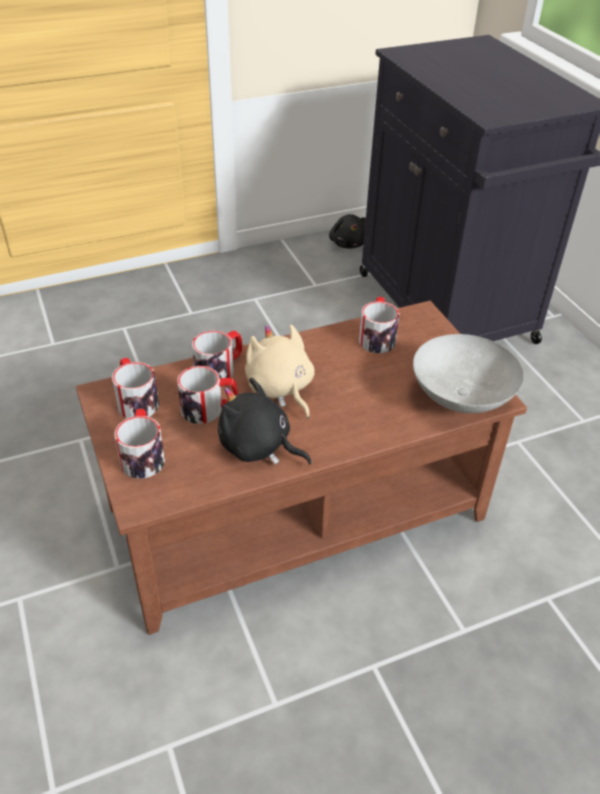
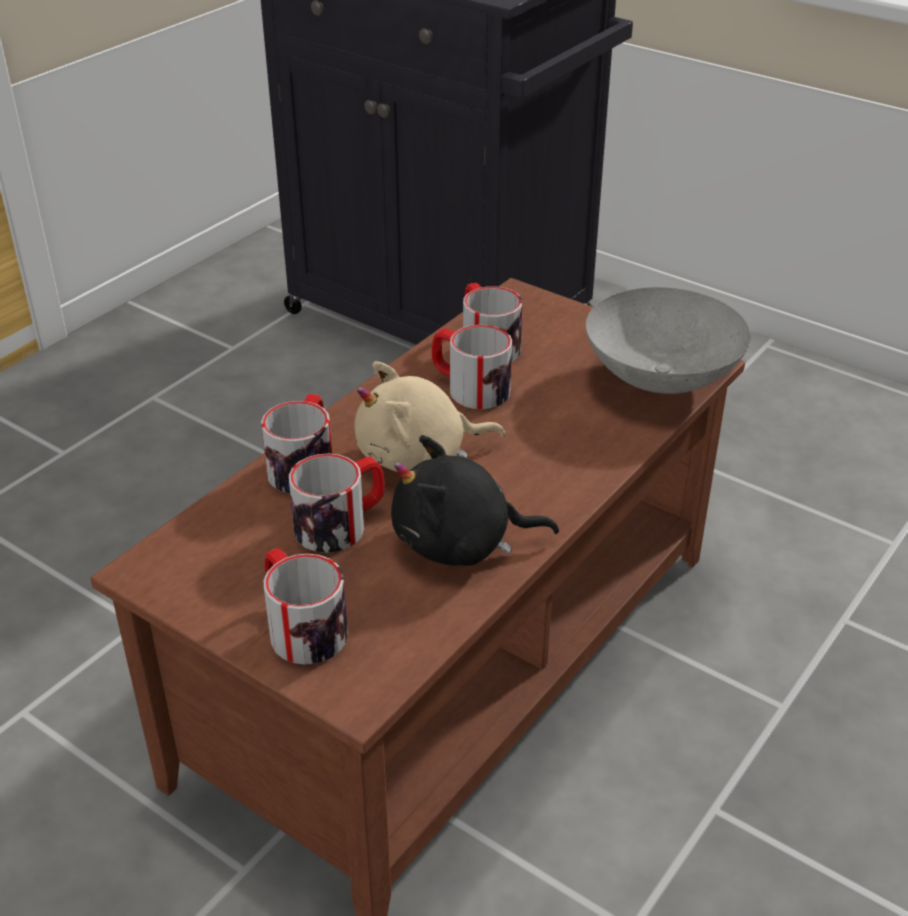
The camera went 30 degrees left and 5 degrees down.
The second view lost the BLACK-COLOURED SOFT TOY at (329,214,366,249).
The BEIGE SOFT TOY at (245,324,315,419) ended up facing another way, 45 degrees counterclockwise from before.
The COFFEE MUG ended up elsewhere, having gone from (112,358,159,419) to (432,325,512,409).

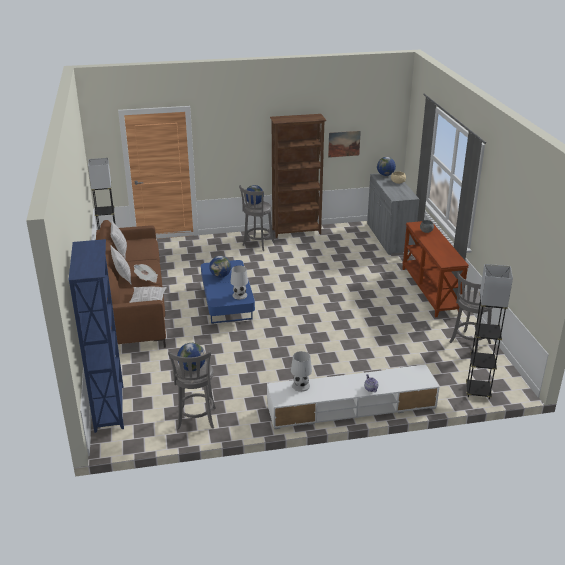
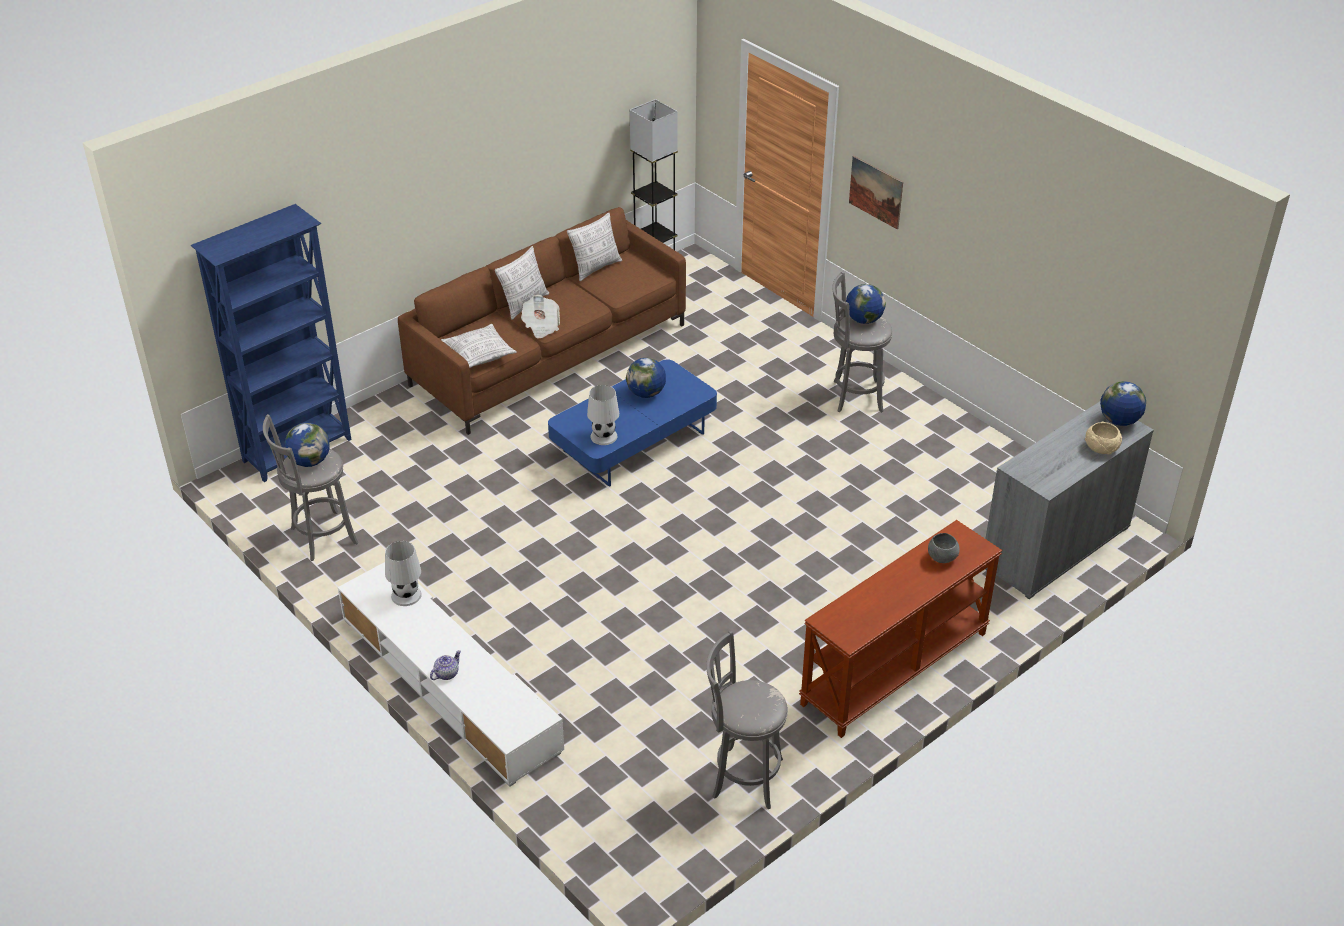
The camera went 60 degrees right and 10 degrees up.
The second view lost the BROWN SHELVING UNIT at (270,114,327,238).
The PICTURE ended up elsewhere, having gone from (328,131,361,158) to (849,156,903,229).
The second view lost the GREY STANDARD LAMP at (466,264,513,400).

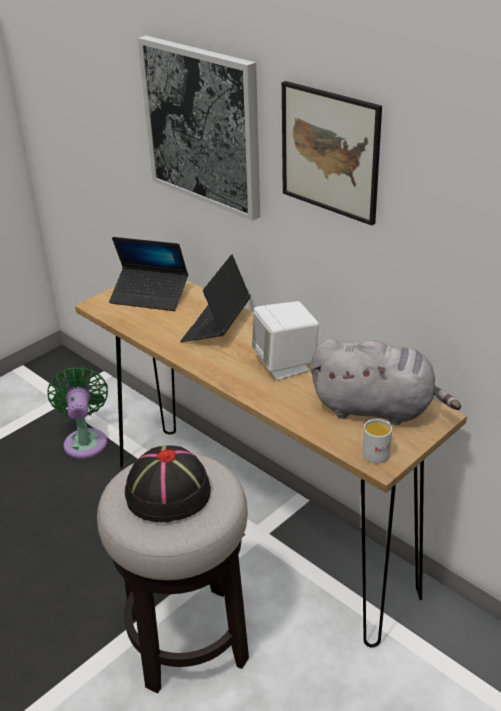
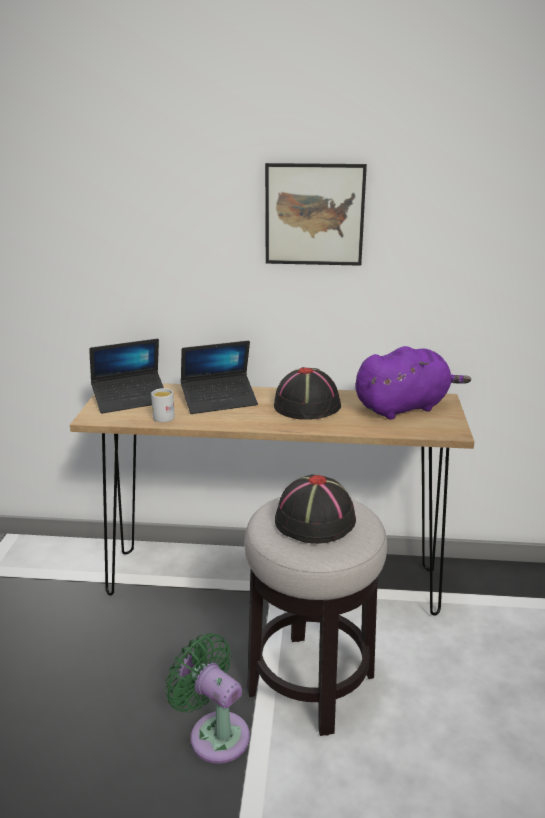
The camera went 40 degrees left and 10 degrees down.
The second view lost the PICTURE at (138,36,260,221).
The PORTABLE COMPUTER at (181,255,251,342) ended up facing another way, 90 degrees counterclockwise from before.
Where the WHITISH SPEAKER stood at (252,301,319,381), the BLACK-COLOURED HAT came to stand at (274,367,341,420).
What was the GREY SOFT TOY at (311,339,461,425) turned into the PURPLE-COLOURED SOFT TOY at (355,346,471,420).
The GREENISH FAN ended up elsewhere, having gone from (47,367,108,459) to (165,633,250,764).
The WHITISH COFFEE MUG ended up elsewhere, having gone from (362,419,392,464) to (151,388,175,422).

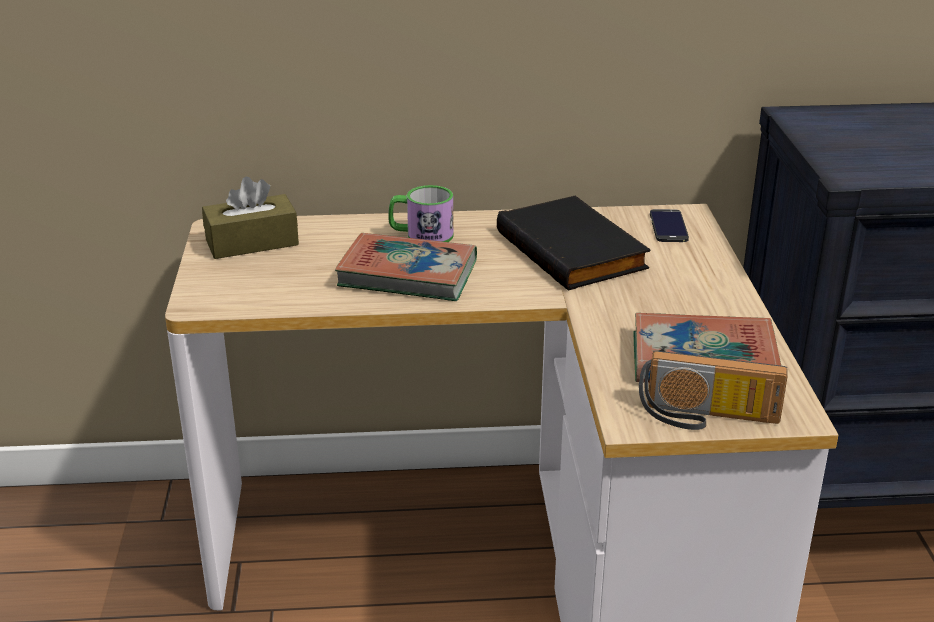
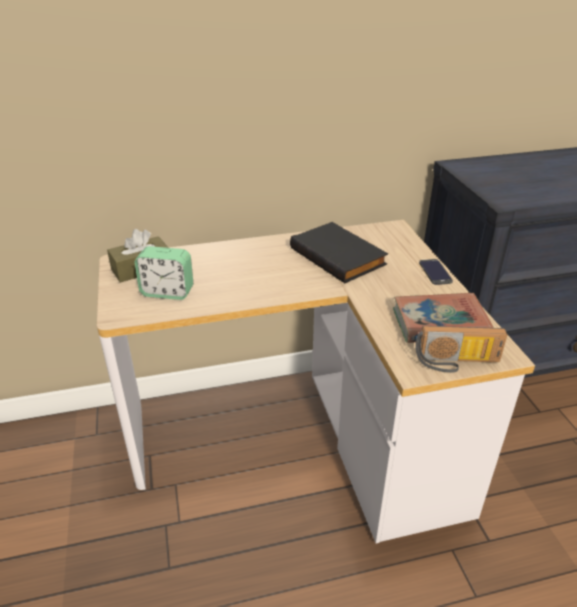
The camera went 10 degrees left and 5 degrees up.
The second view lost the COFFEE MUG at (388,185,454,242).
The PHONE ended up elsewhere, having gone from (650,209,689,242) to (419,259,453,285).
The second view lost the VOLUME at (335,233,477,301).
The second view gained the ALARM CLOCK at (134,246,193,300).

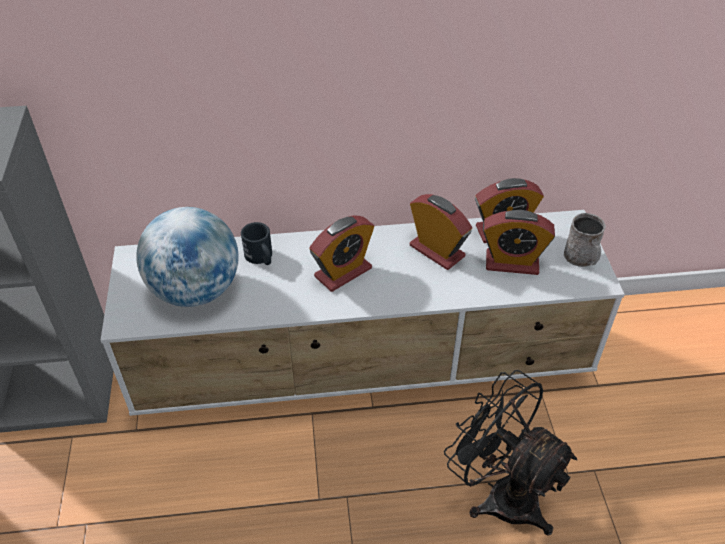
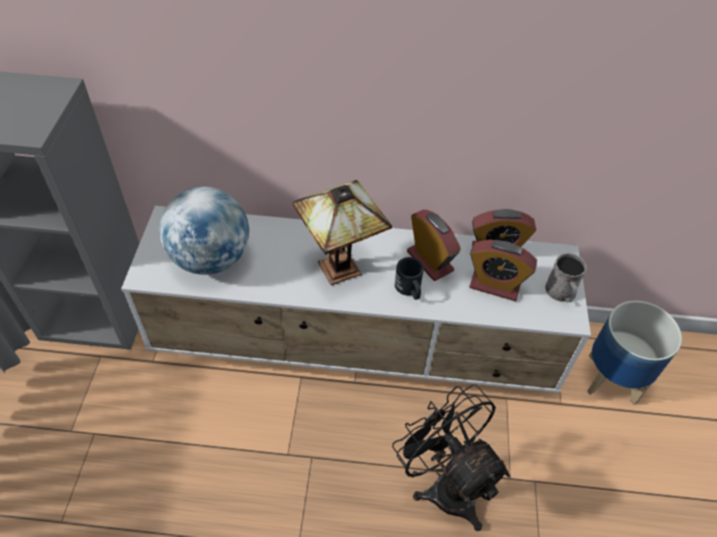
The camera went 10 degrees right and 5 degrees up.
Where the ALARM CLOCK stood at (309,216,374,292), the TABLETOP LAMP came to stand at (293,180,392,285).
The BLACK-COLOURED COFFEE MUG ended up elsewhere, having gone from (241,222,272,265) to (395,257,424,300).
The second view gained the PLANT POT at (587,301,682,405).

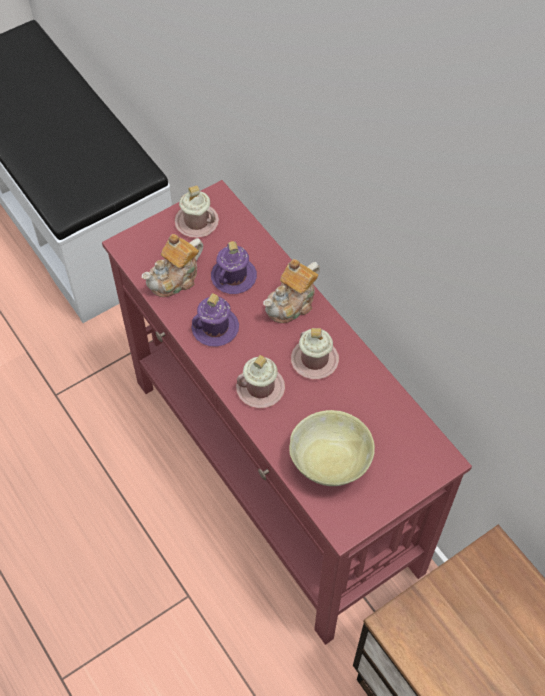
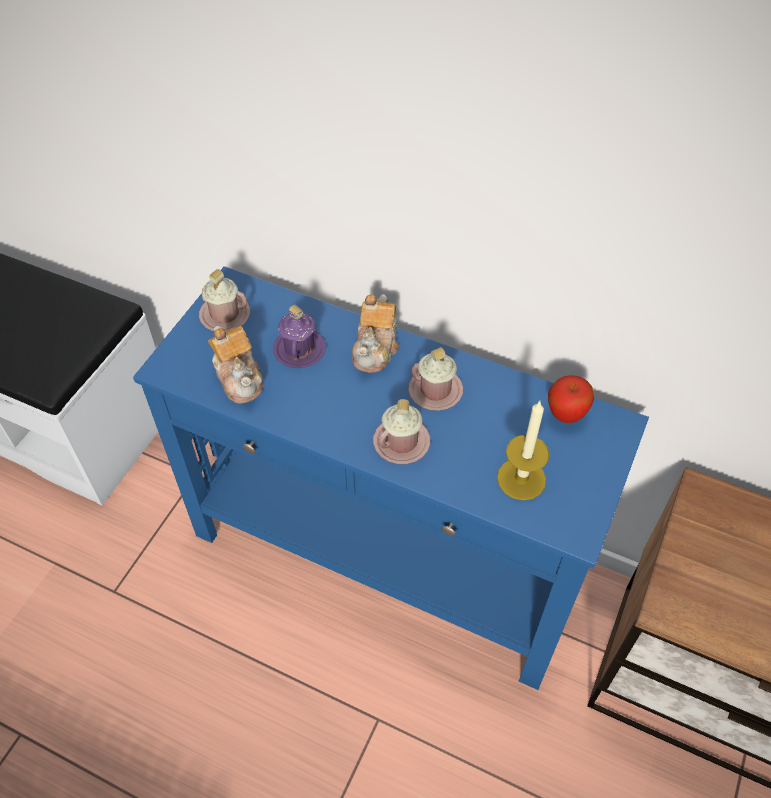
The camera went 30 degrees left and 5 degrees down.
What was the REDDISH HALL TABLE at (102,180,472,645) turned into the BLUE HALL TABLE at (133,266,649,690).
The TEAPOT at (142,234,203,297) ended up facing another way, 45 degrees counterclockwise from before.
The second view lost the PURPLE-COLOURED COFFEE MUG at (191,294,239,347).
Where the BEIGE DEEP DISH stood at (289,410,375,486), the CANDLE came to stand at (497,401,549,500).
The second view gained the APPLE at (548,375,594,423).

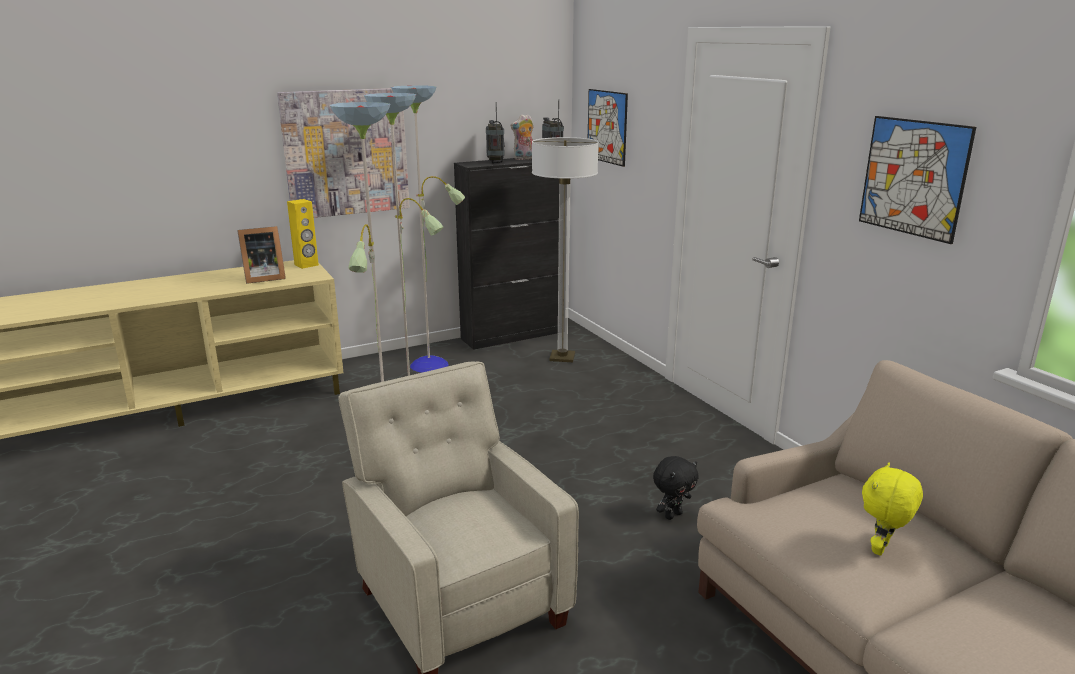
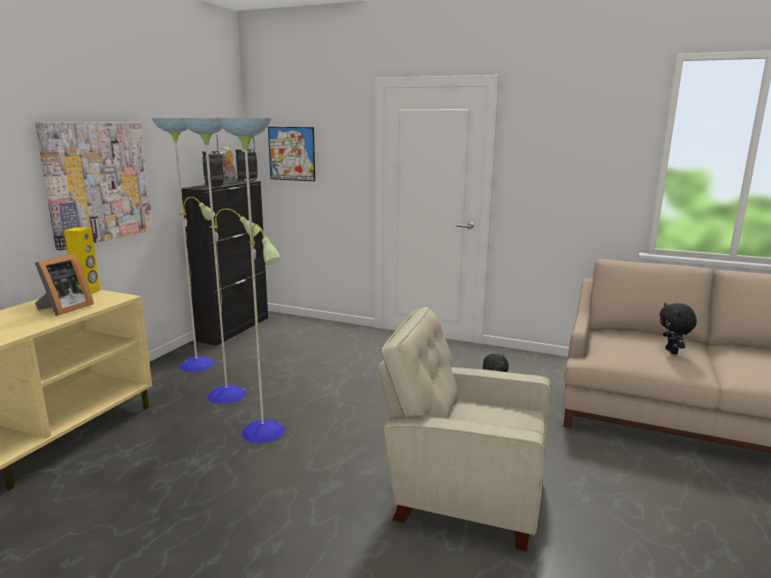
The camera went 40 degrees left and 5 degrees down.
The second view lost the PICTURE at (859,116,976,244).
The second view lost the STANDARD LAMP at (532,137,599,362).
What was the YELLOW-COLOURED SOFT TOY at (862,462,923,556) turned into the BLACK-COLOURED SOFT TOY at (659,303,697,354).

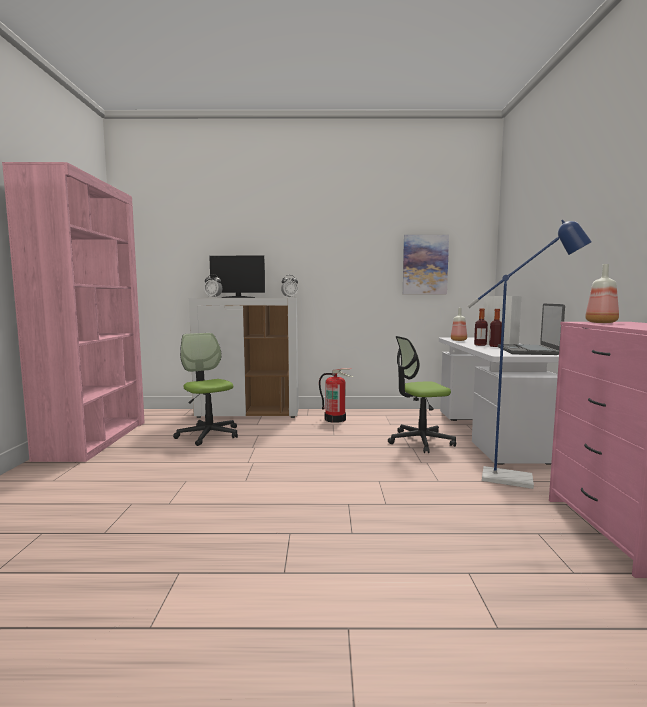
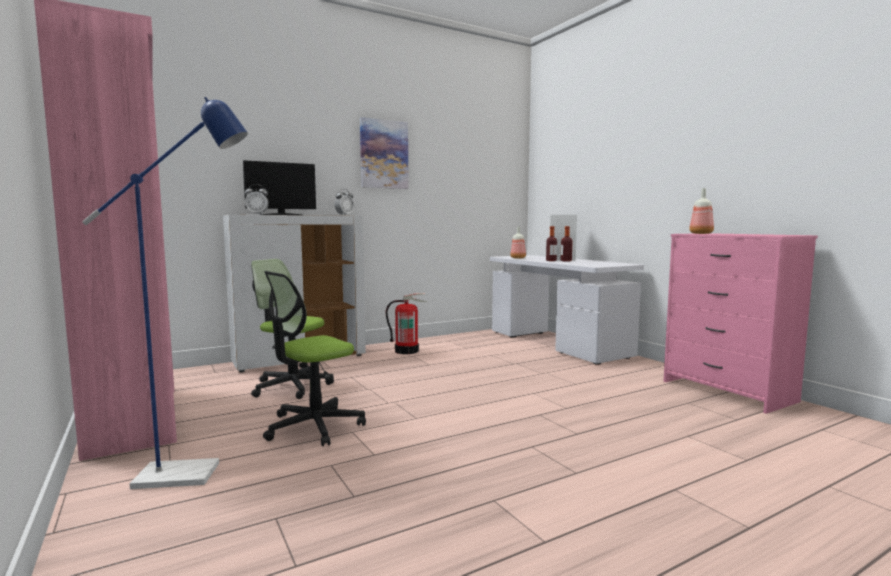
The camera went 30 degrees left and 0 degrees up.
The BLUE STANDARD LAMP ended up elsewhere, having gone from (468,220,592,489) to (82,97,248,489).
The PICTURE ended up elsewhere, having gone from (403,235,449,294) to (360,117,409,189).
The second view lost the PORTABLE COMPUTER at (498,304,565,355).
The OFFICE CHAIR ended up elsewhere, having gone from (388,336,456,453) to (263,271,366,446).

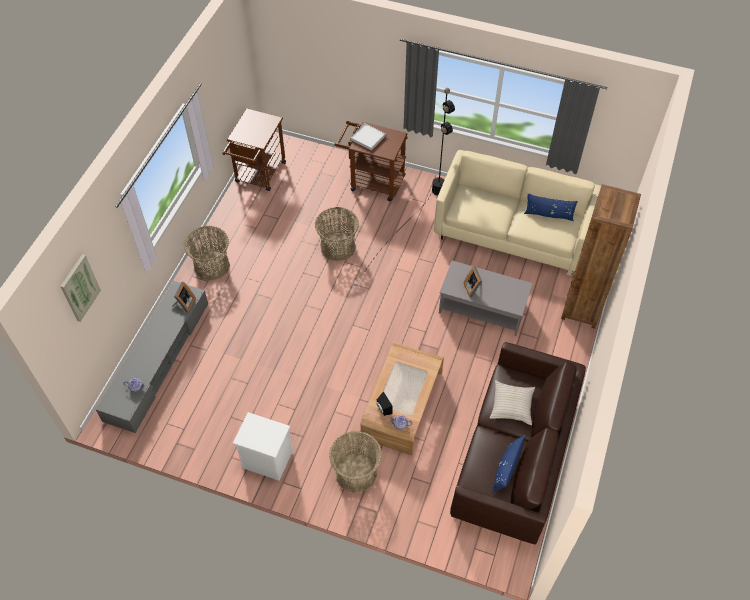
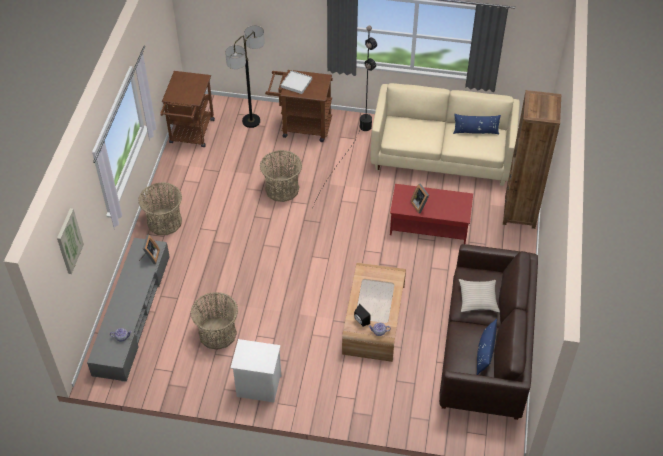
The camera went 10 degrees left and 5 degrees down.
What was the GREY LOW TABLE at (439,261,533,336) turned into the REDDISH LOW TABLE at (390,184,473,244).
The BASKET ended up elsewhere, having gone from (329,431,382,493) to (191,292,238,350).
The second view gained the STANDARD LAMP at (225,25,265,128).

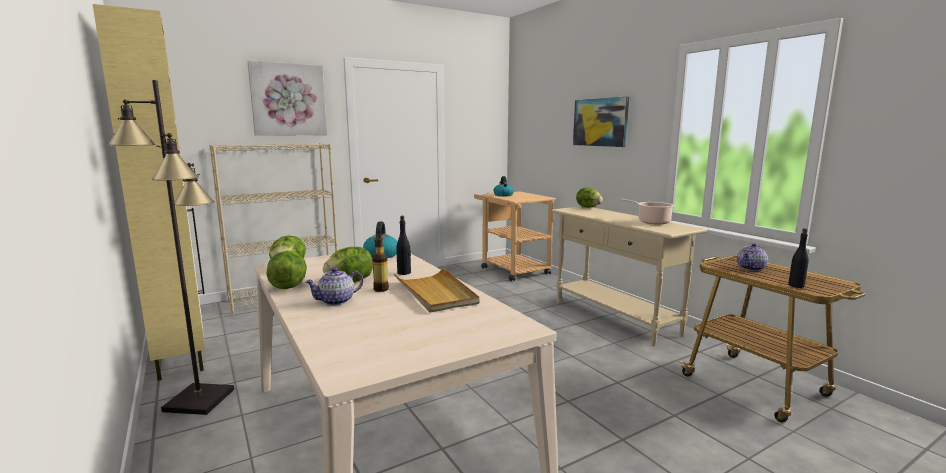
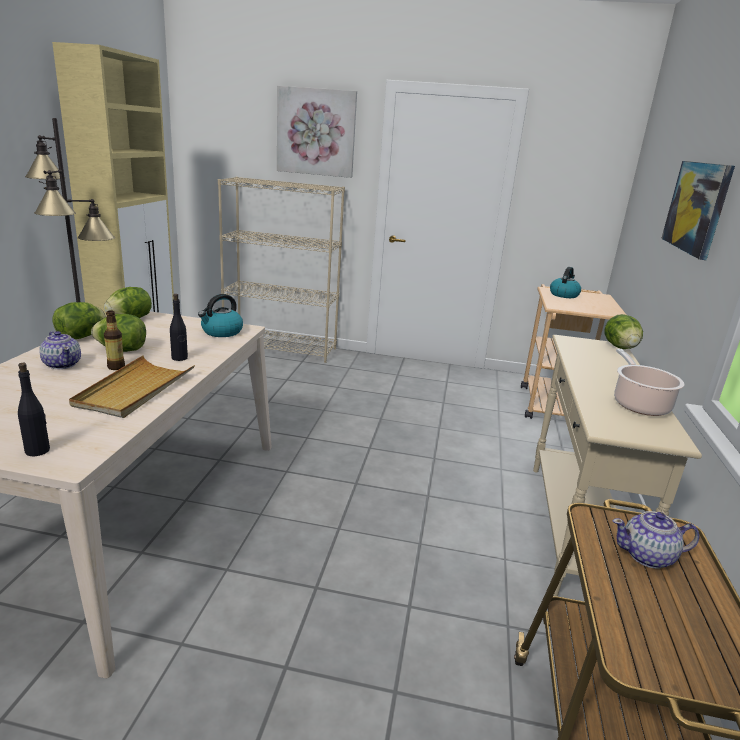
The camera went 40 degrees right and 10 degrees up.
The BLACK-COLOURED BEVERAGE BOTTLE ended up elsewhere, having gone from (788,228,809,288) to (18,363,50,456).
The TEAPOT at (305,268,363,306) ended up facing another way, 135 degrees counterclockwise from before.

